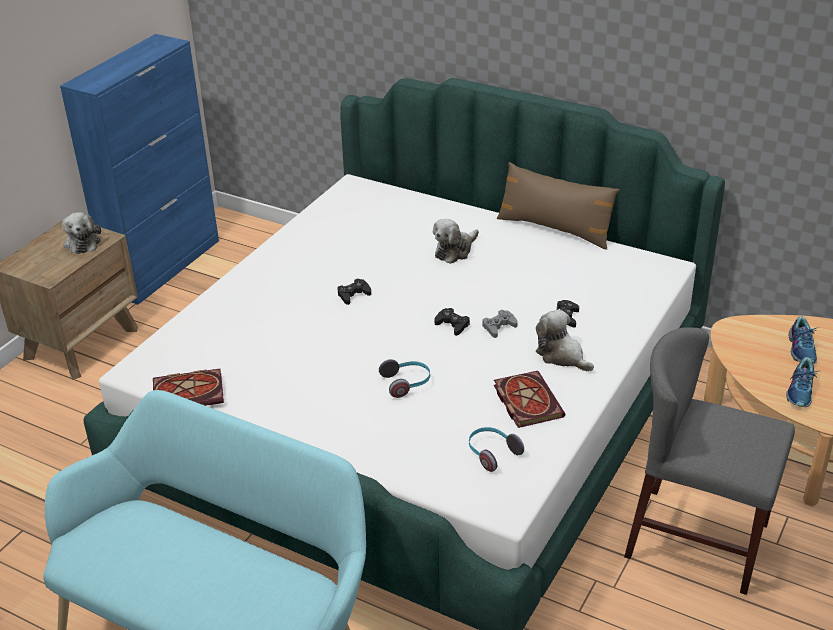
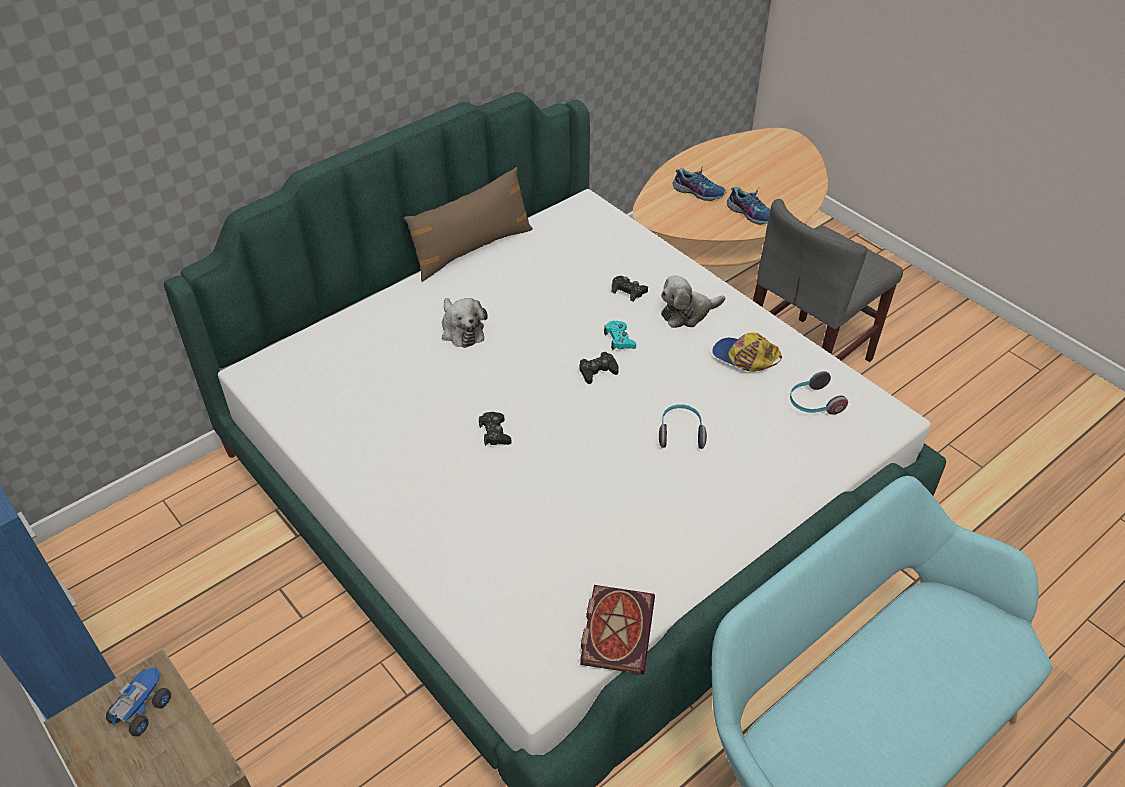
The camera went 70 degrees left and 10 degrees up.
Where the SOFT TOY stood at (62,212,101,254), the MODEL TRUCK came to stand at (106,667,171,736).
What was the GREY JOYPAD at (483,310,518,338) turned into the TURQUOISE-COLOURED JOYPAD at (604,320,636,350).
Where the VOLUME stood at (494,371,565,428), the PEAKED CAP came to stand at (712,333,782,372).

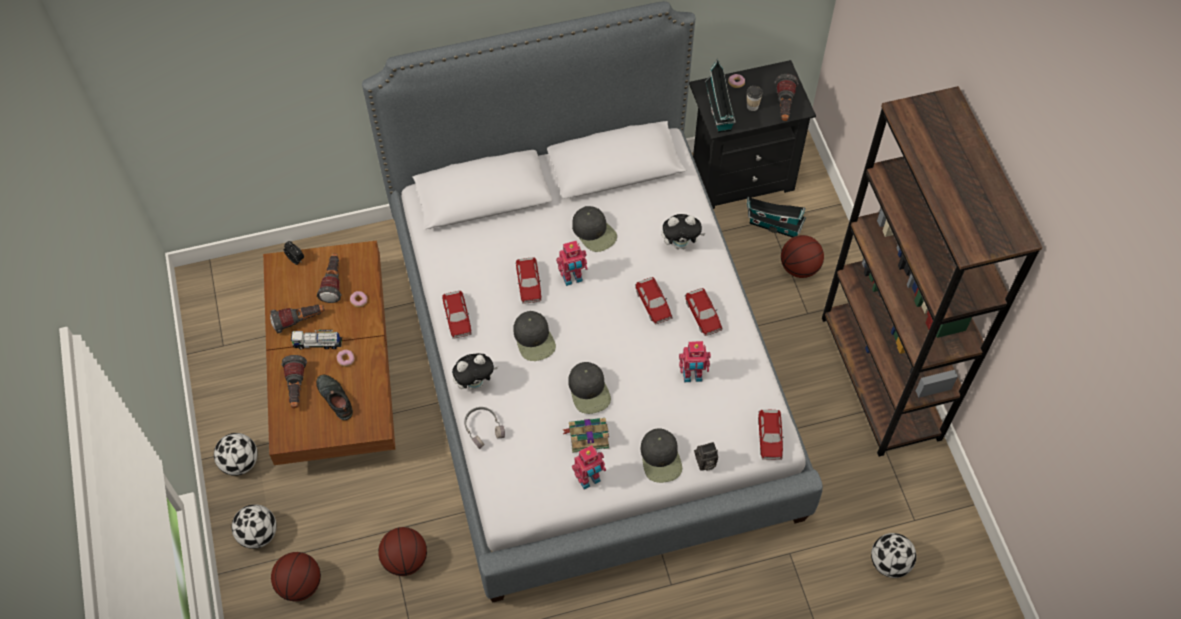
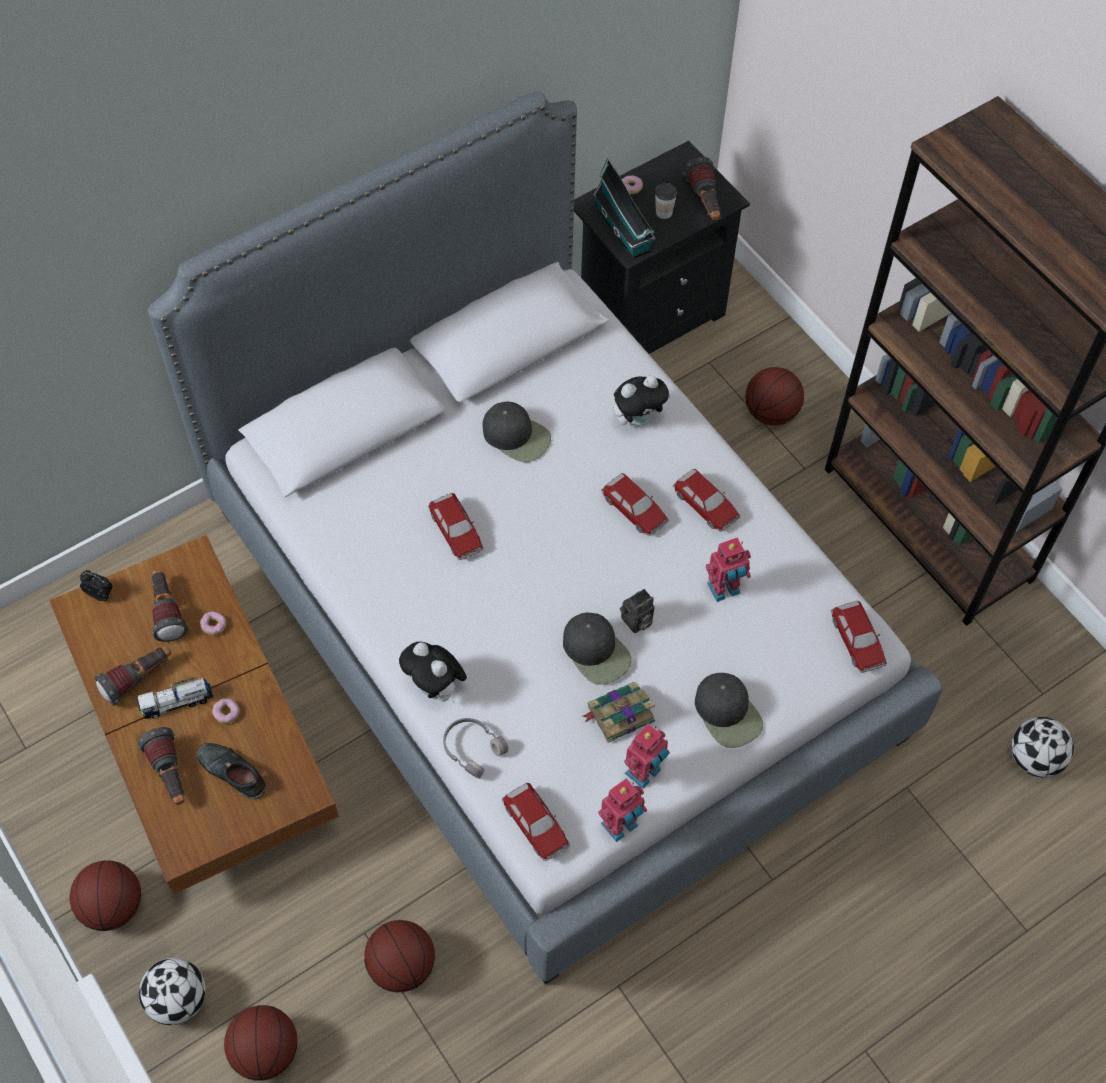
The camera went 20 degrees left and 0 degrees up.
The second view lost the MODEL HOUSE at (746,197,806,238).
The TOY ROBOT ended up elsewhere, having gone from (556,241,588,286) to (598,778,647,842).
The MODEL CAR ended up elsewhere, having gone from (442,291,472,339) to (502,783,570,861).
The second view lost the BLACK-COLOURED PEAKED CAP at (513,311,556,361).
The SOFT TOY at (452,353,498,390) ended up facing another way, 90 degrees clockwise from before.
Where the FOOTBALL stood at (214,433,258,476), the BALL FOR BASKETBALL came to stand at (70,860,141,931).
The STILL CAMERA ended up elsewhere, having gone from (694,442,718,471) to (620,589,654,633).

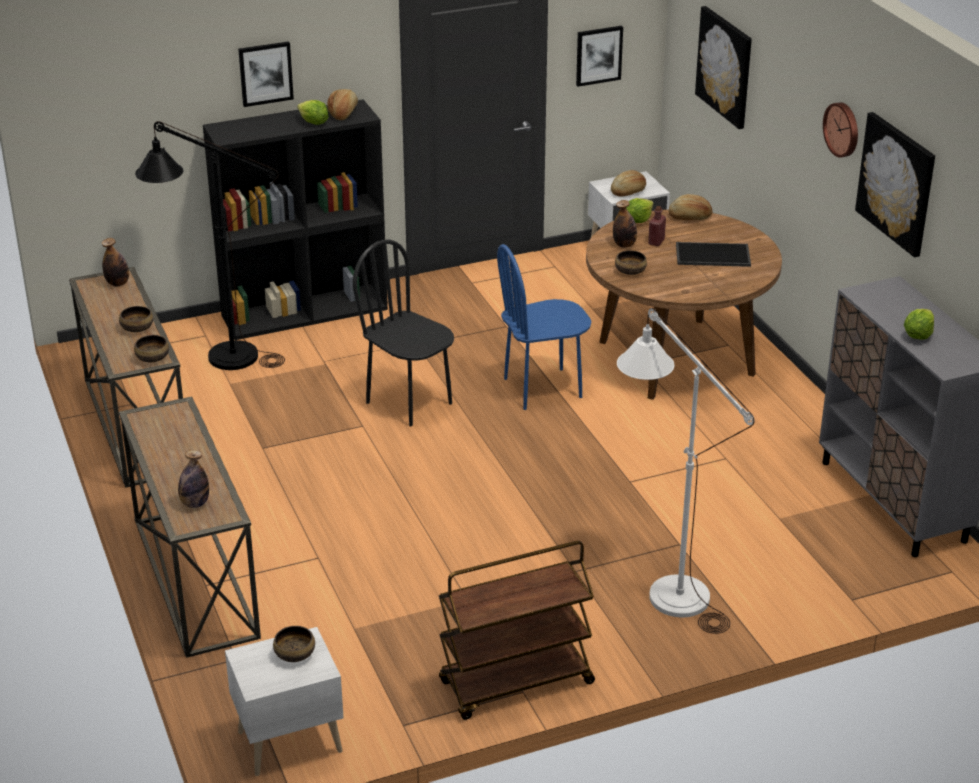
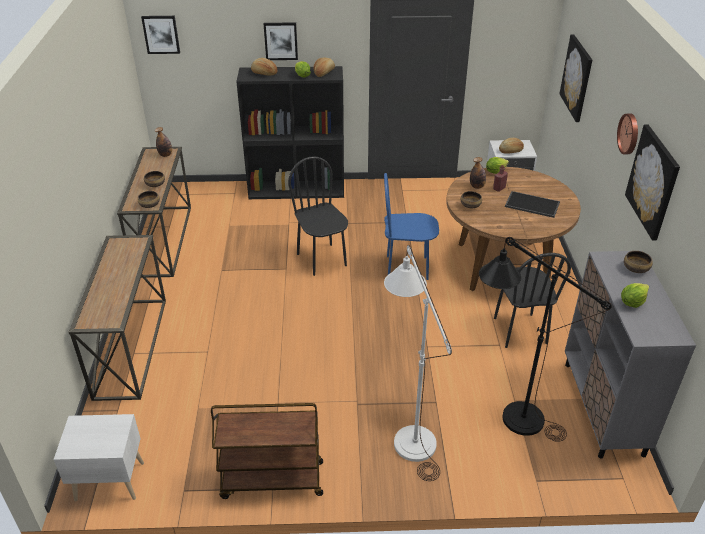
The camera went 20 degrees right and 5 degrees up.
The PICTURE ended up elsewhere, having gone from (576,26,623,87) to (141,16,180,54).
The BLACK-COLOURED STANDARD LAMP ended up elsewhere, having gone from (135,121,285,370) to (479,237,612,442).
The BREAD ended up elsewhere, having gone from (669,194,712,220) to (251,58,278,76).
The second view lost the BEVERAGE BOTTLE at (178,450,209,508).
The DEEP DISH ended up elsewhere, having gone from (273,626,315,662) to (624,251,653,273).
The second view gained the BLACK-COLOURED PLAIN CHAIR at (494,253,571,348).

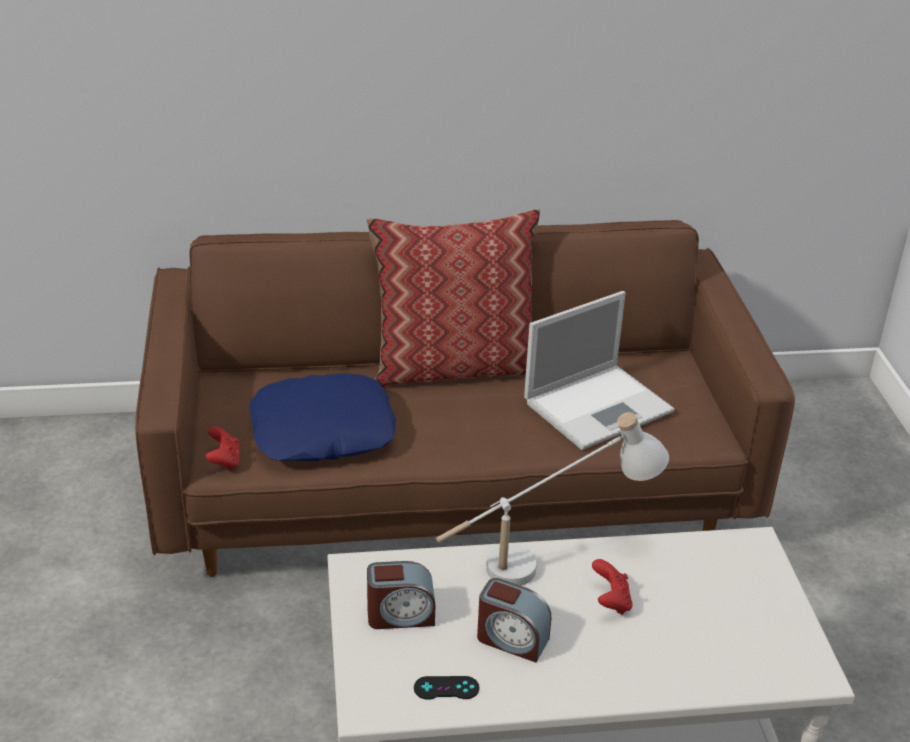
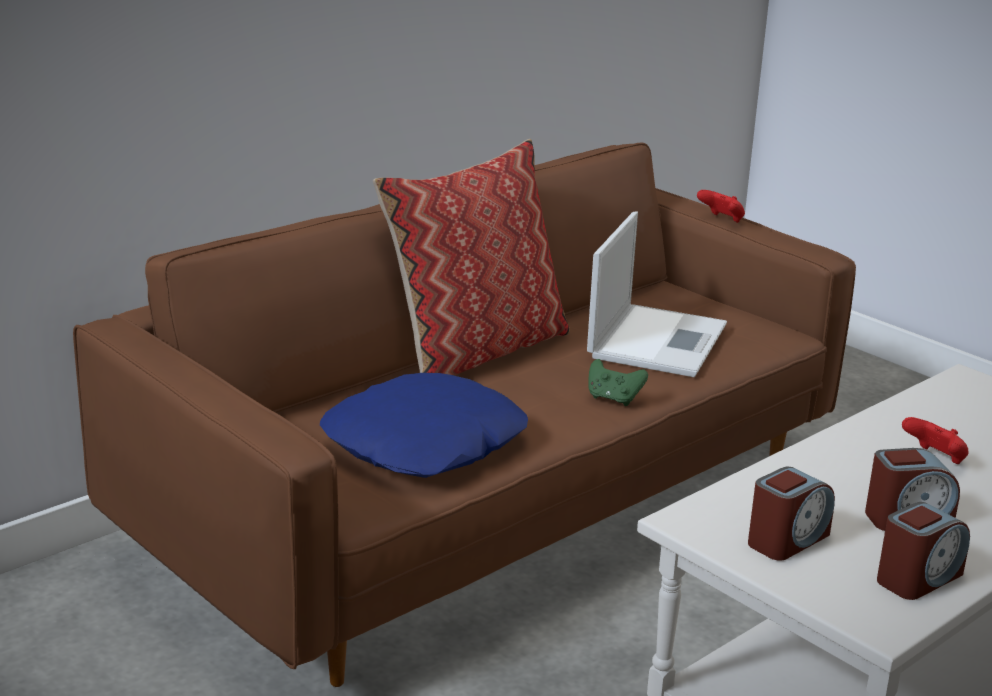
The camera went 35 degrees left and 10 degrees down.
The second view lost the WHITISH TABLETOP LAMP at (436,412,669,586).
The REDDISH JOYPAD ended up elsewhere, having gone from (205,426,240,470) to (697,190,745,223).
Where the BLACK-COLOURED JOYPAD stood at (414,676,479,700), the ALARM CLOCK came to stand at (877,502,970,600).
The second view gained the GREENISH JOYPAD at (589,359,648,406).

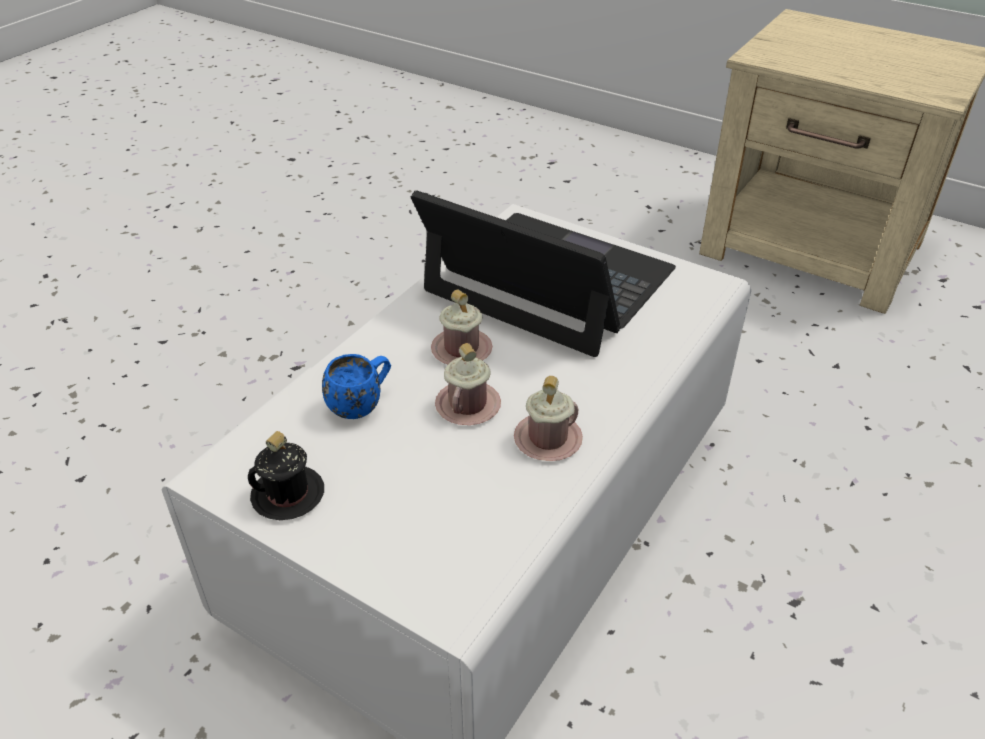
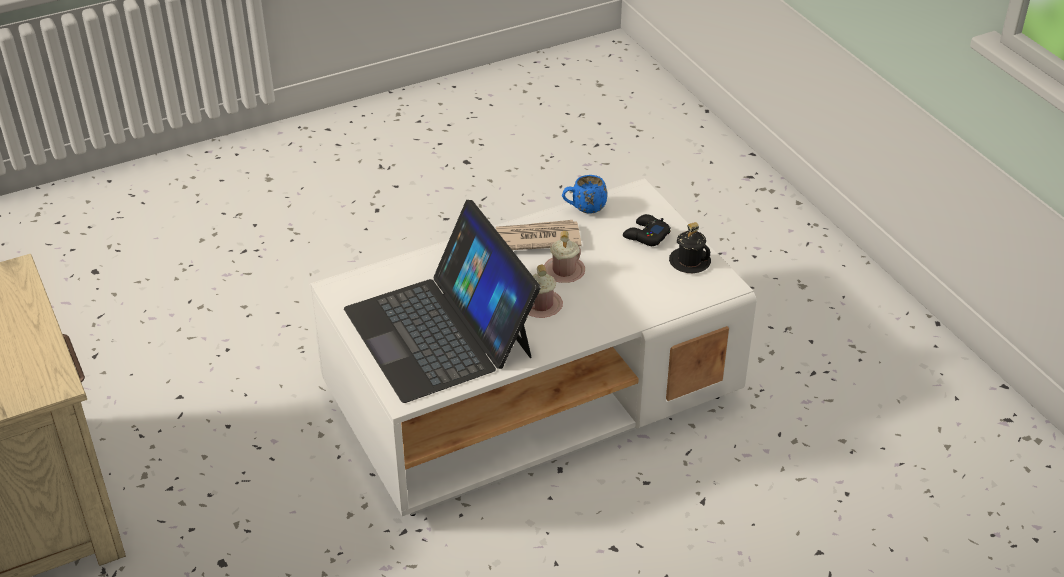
The camera went 150 degrees left and 0 degrees up.
The BLUE COFFEE MUG ended up elsewhere, having gone from (322,354,391,419) to (562,175,607,214).
Where the PINK-COLOURED COFFEE MUG stood at (514,376,583,461), the PRINTED PAPER came to stand at (496,220,581,250).
The second view gained the BLACK-COLOURED JOYPAD at (623,214,671,246).

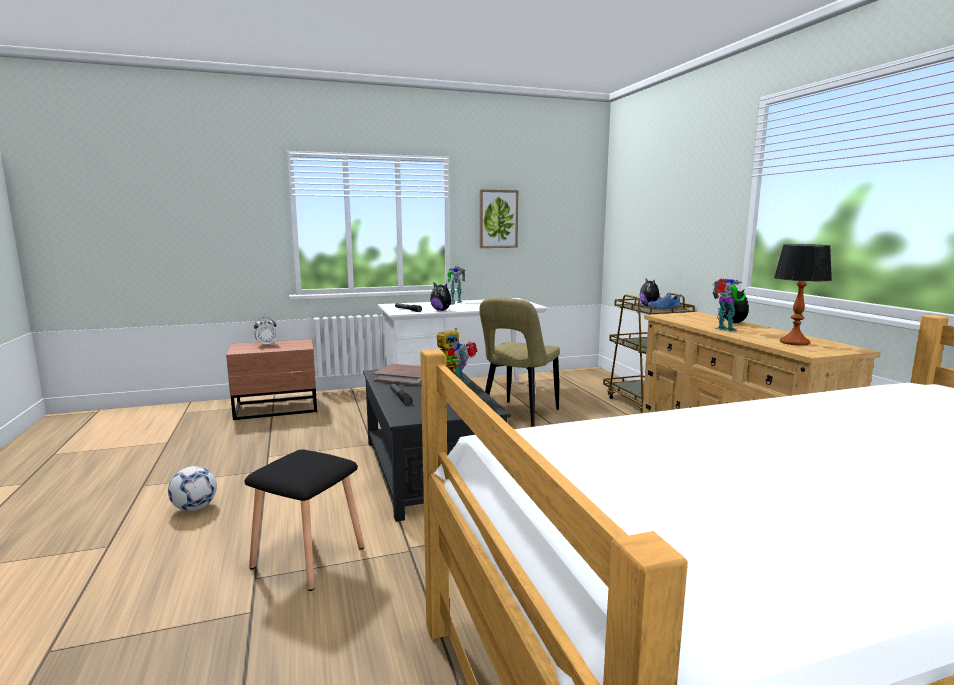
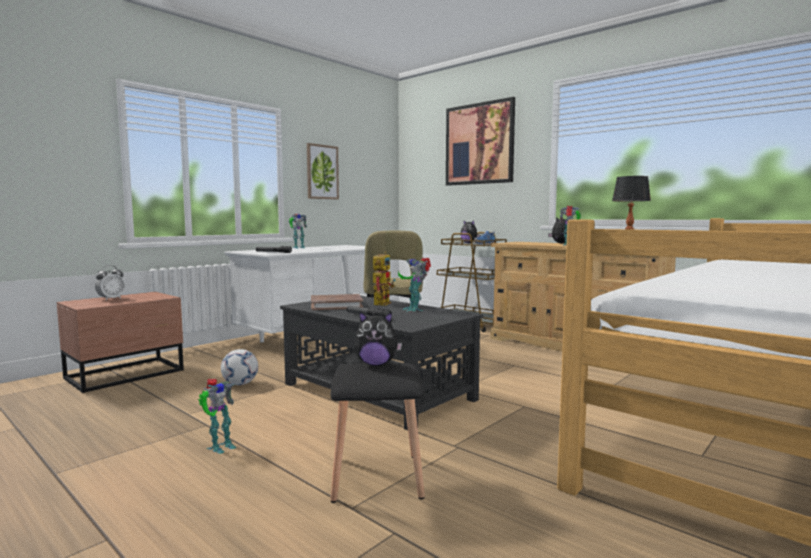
The camera went 30 degrees left and 5 degrees down.
The SOFT TOY ended up elsewhere, having gone from (430,283,455,311) to (355,311,402,366).
The FOOTBALL ended up elsewhere, having gone from (168,466,217,511) to (221,349,258,385).
The second view gained the PICTURE at (446,97,515,186).
The second view gained the TOY ROBOT at (198,379,236,454).

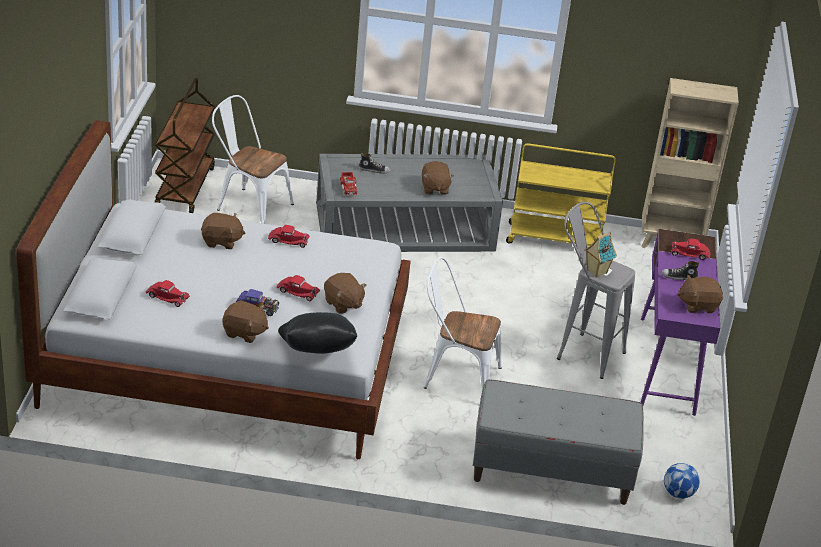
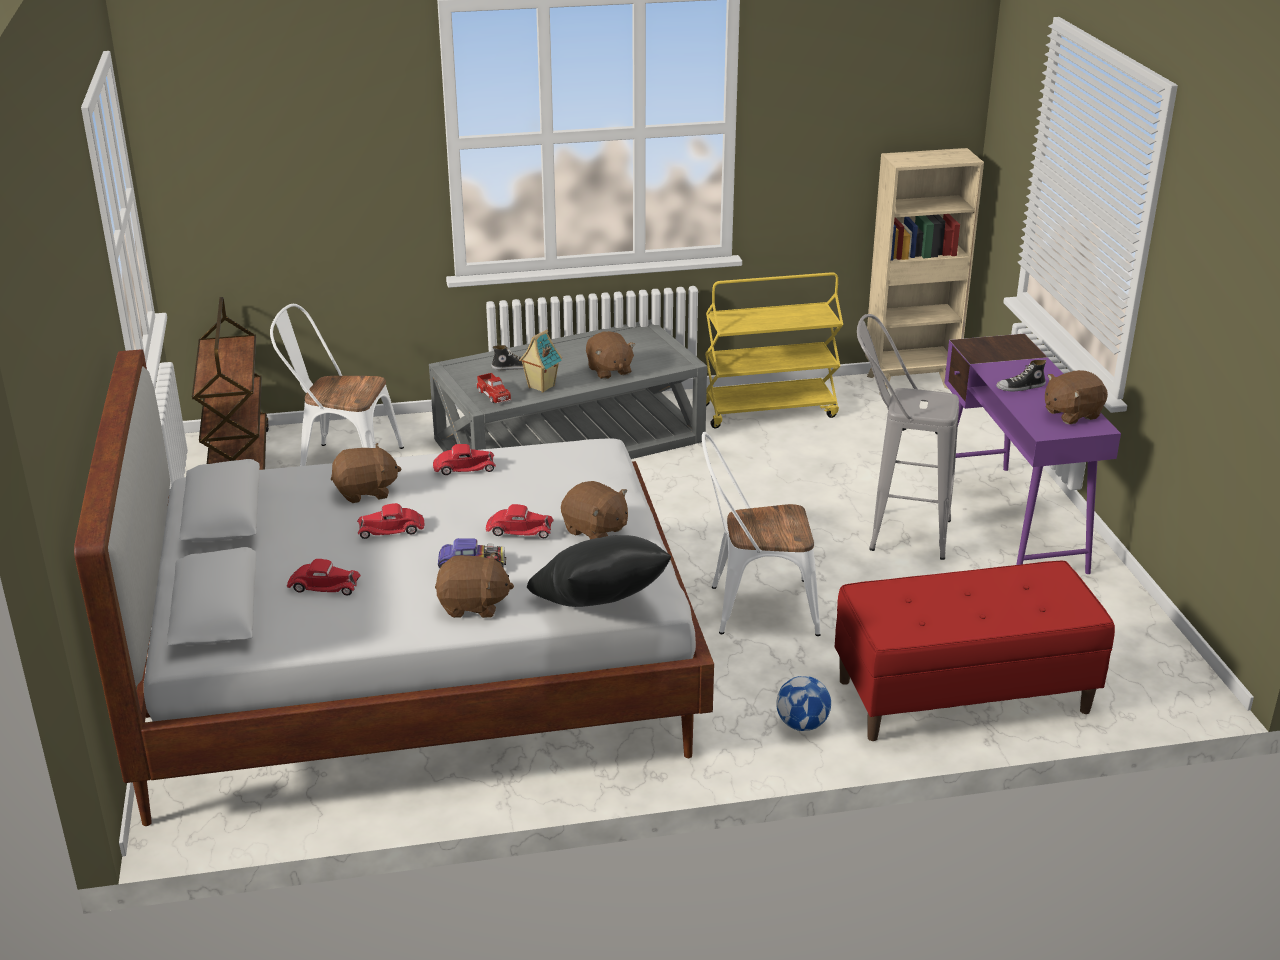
The camera went 15 degrees left and 5 degrees down.
The MODEL HOUSE ended up elsewhere, having gone from (584,232,617,277) to (519,329,562,393).
The REDDISH MODEL CAR ended up elsewhere, having gone from (671,239,710,260) to (358,503,425,539).
What was the GREY LONG SEAT at (473,379,644,505) turned into the REDDISH LONG SEAT at (835,561,1115,741).
The FOOTBALL ended up elsewhere, having gone from (664,463,700,499) to (776,676,831,731).

